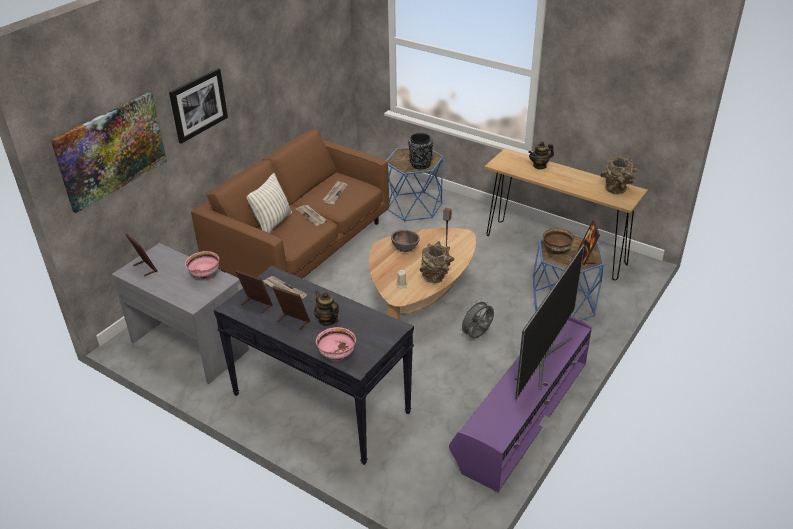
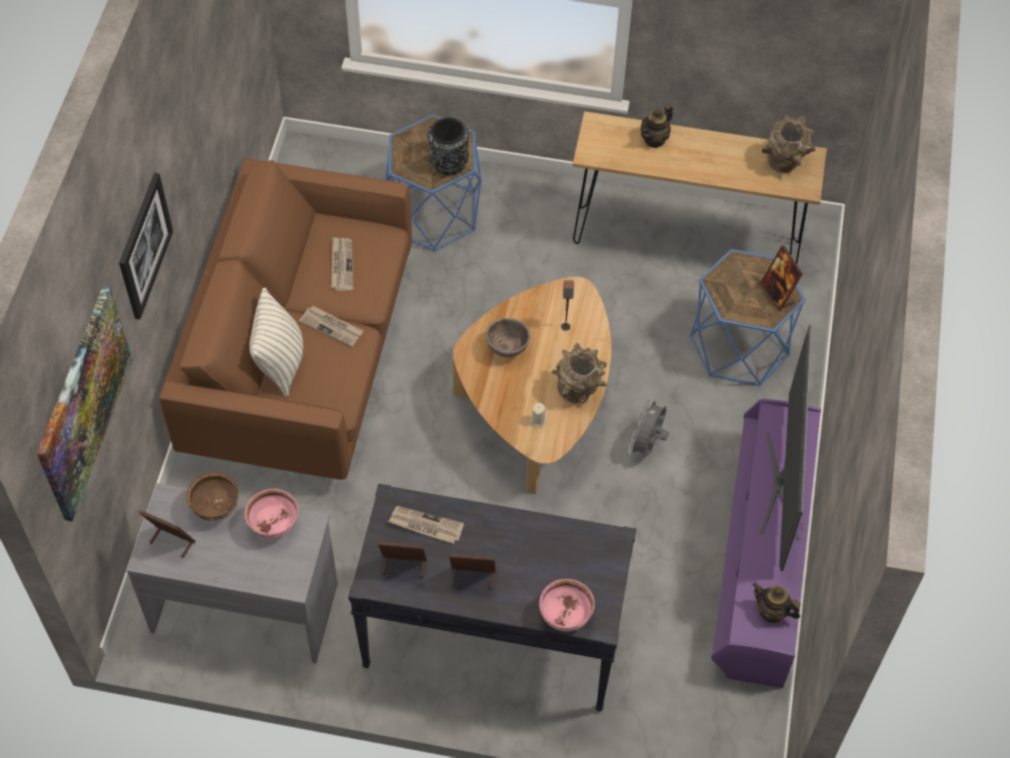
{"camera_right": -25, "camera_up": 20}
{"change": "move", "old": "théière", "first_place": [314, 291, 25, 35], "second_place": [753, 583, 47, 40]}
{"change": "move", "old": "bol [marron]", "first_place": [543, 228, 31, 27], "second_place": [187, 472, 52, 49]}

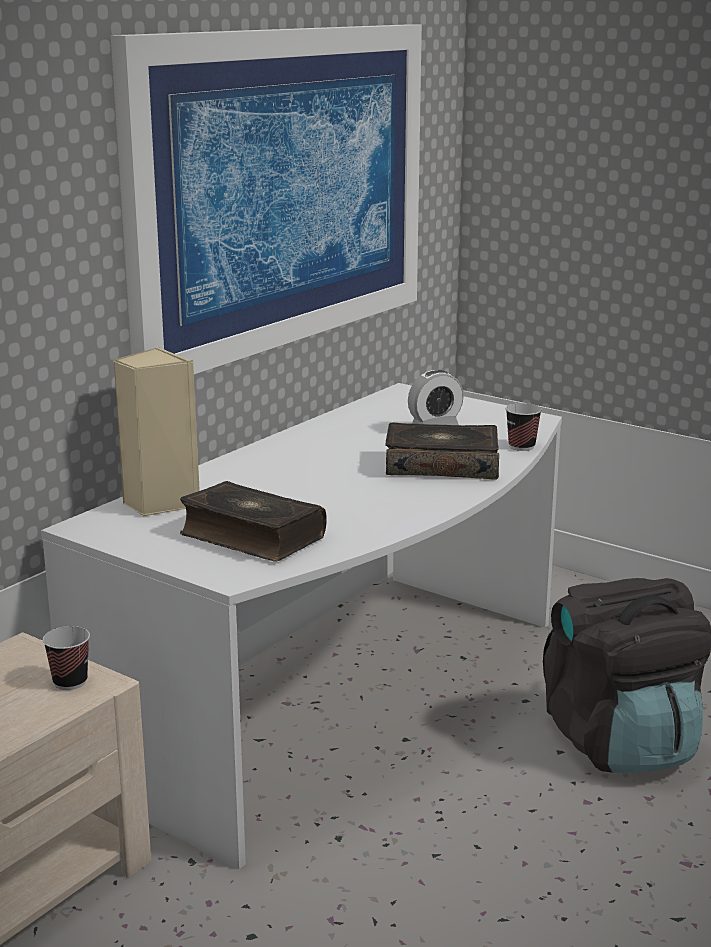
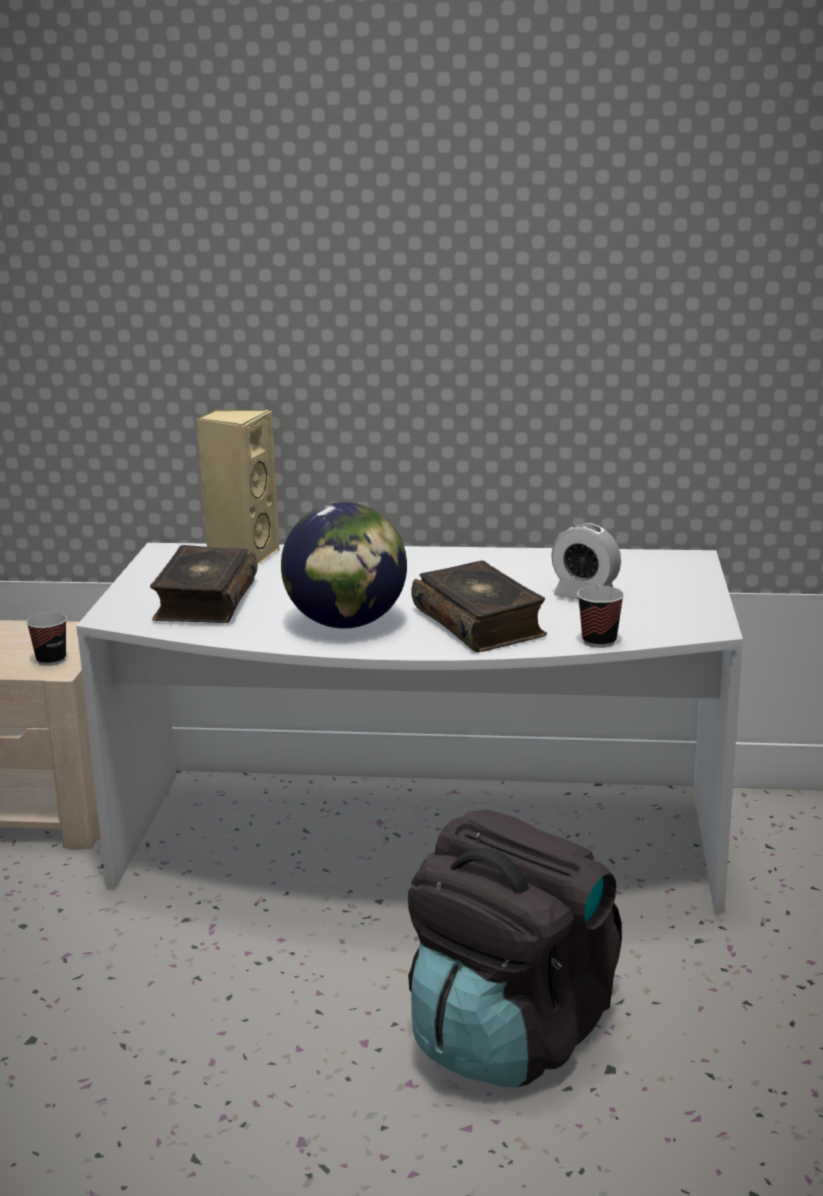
{"camera_right": 60, "camera_up": 0}
{"change": "delete", "old": "tableau", "first_place": [111, 24, 311, 350]}
{"change": "insert", "new": "globe", "second_place": [281, 502, 126, 127]}

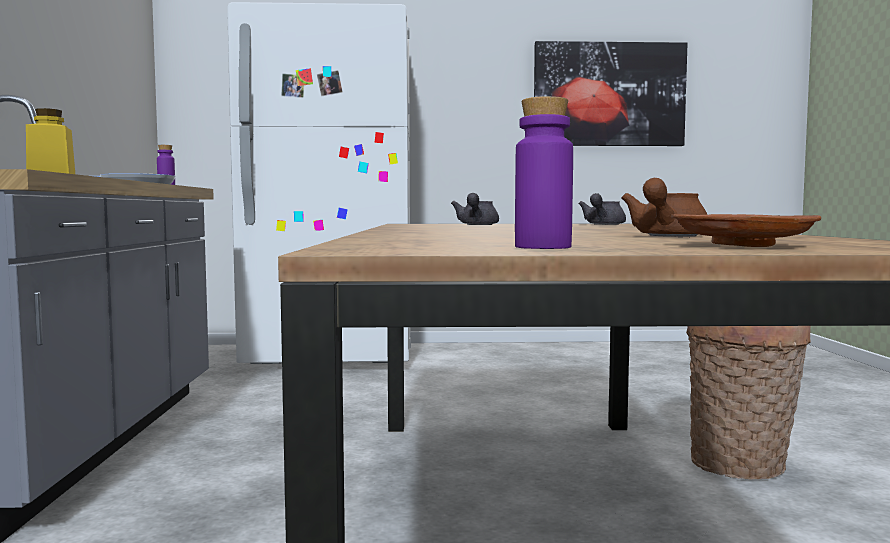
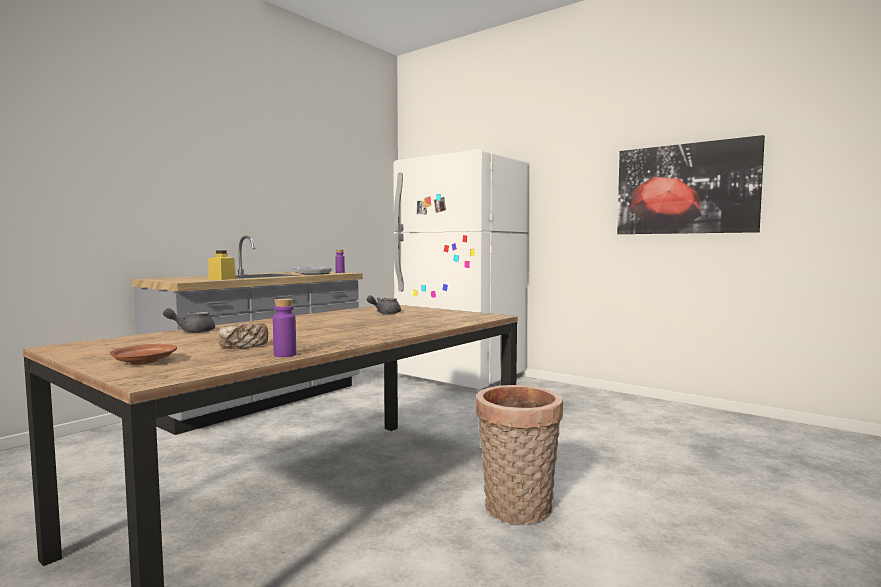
{"camera_right": 40, "camera_up": 0}
{"change": "move", "old": "bouteille [violet]", "first_place": [515, 96, 58, 153], "second_place": [273, 299, 23, 58]}
{"change": "move", "old": "théière [gris]", "first_place": [578, 193, 48, 32], "second_place": [163, 308, 52, 25]}
{"change": "replace", "old": "théière [marron]", "new": "pain", "first_place": [621, 178, 87, 59], "second_place": [218, 323, 50, 26]}

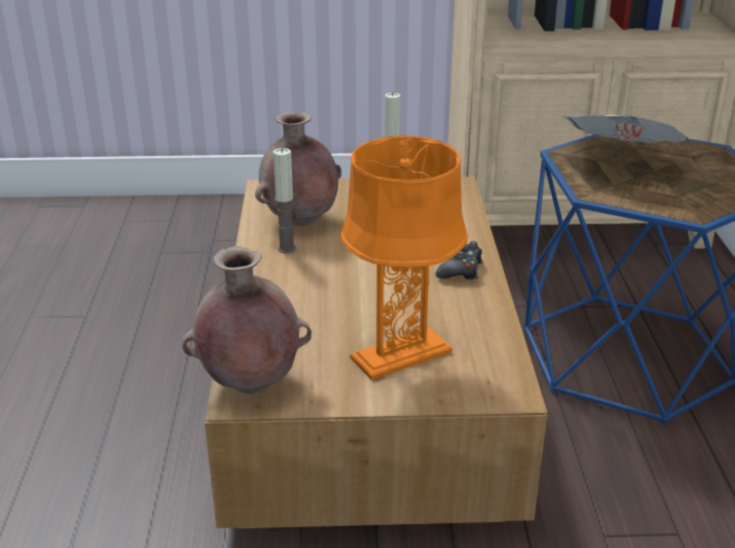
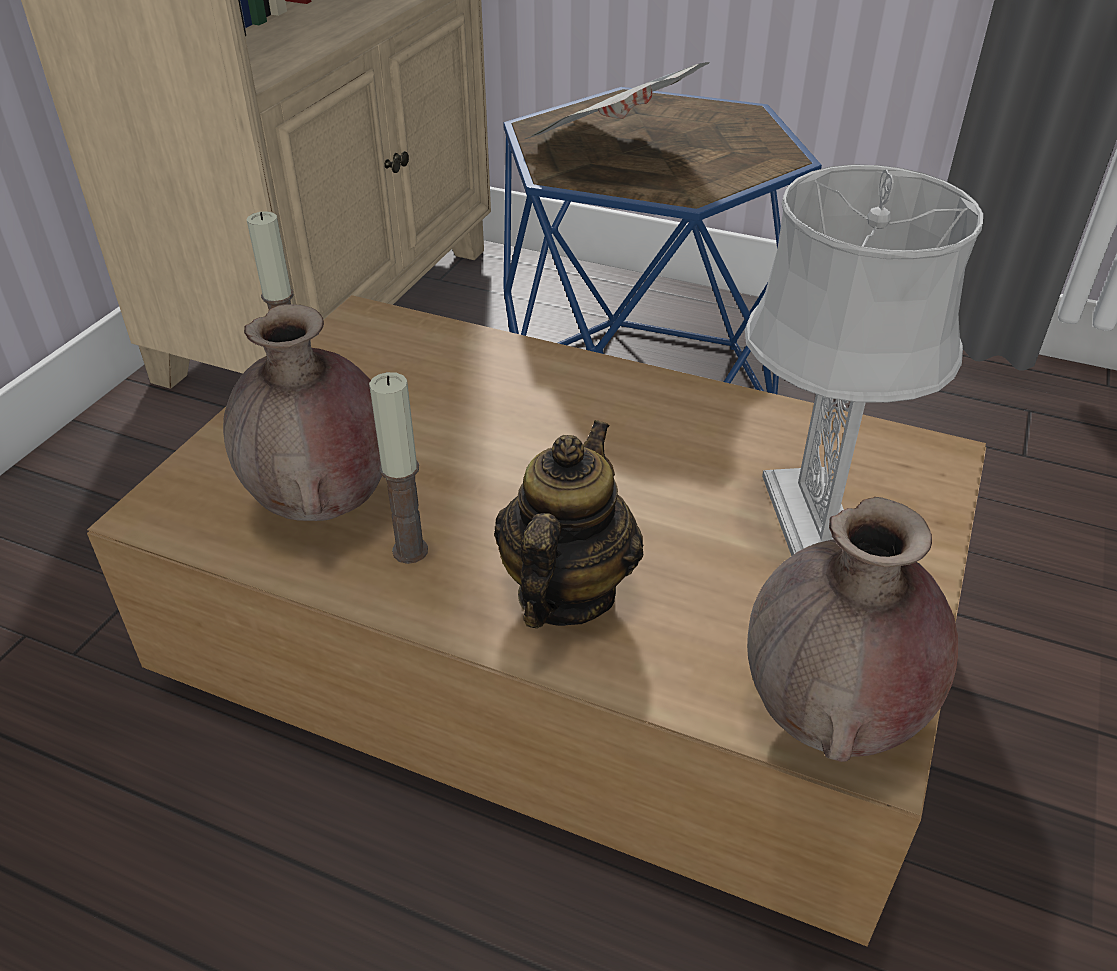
{"camera_right": -65, "camera_up": 10}
{"change": "recolor", "old": "lampe de table [orange]", "new": "lampe de table [gris]", "first_place": [340, 136, 128, 244], "second_place": [745, 164, 238, 392]}
{"change": "delete", "old": "manette [noir]", "first_place": [436, 241, 47, 39]}
{"change": "insert", "new": "théière", "second_place": [494, 420, 150, 208]}

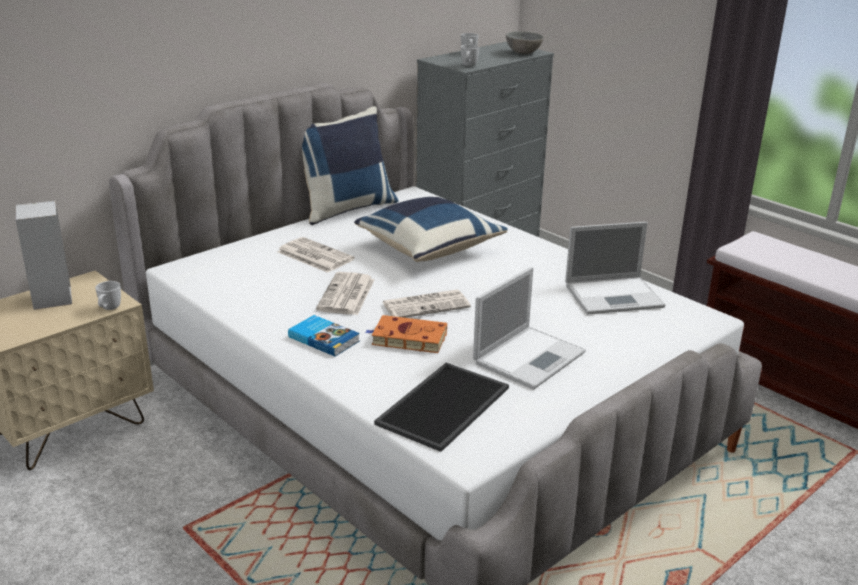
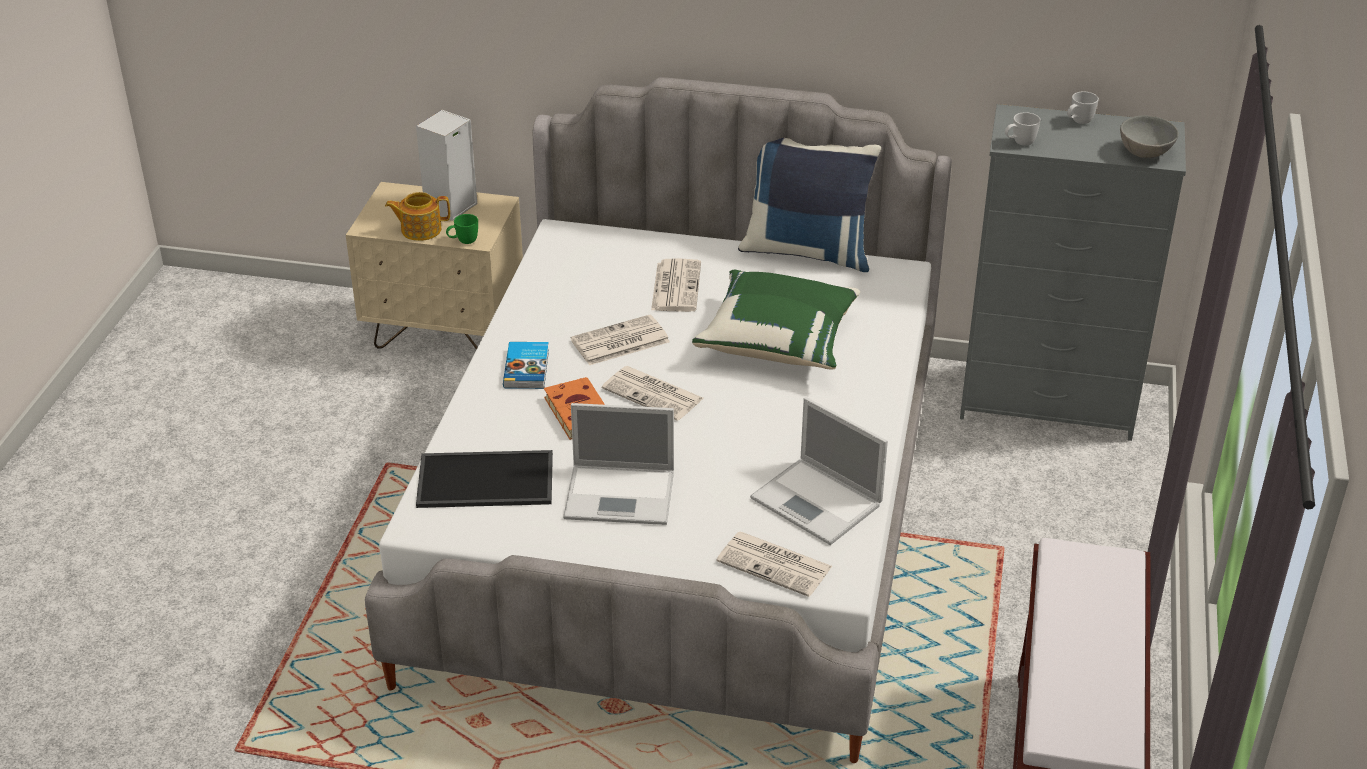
{"camera_right": 55, "camera_up": 10}
{"change": "recolor", "old": "mug [blanc]", "new": "mug [vert]", "first_place": [95, 281, 26, 29], "second_place": [446, 214, 32, 30]}
{"change": "recolor", "old": "coussin [bleu]", "new": "coussin [vert]", "first_place": [354, 196, 154, 66], "second_place": [692, 270, 168, 100]}
{"change": "insert", "new": "théière", "second_place": [385, 192, 65, 49]}
{"change": "insert", "new": "journal", "second_place": [716, 531, 116, 66]}

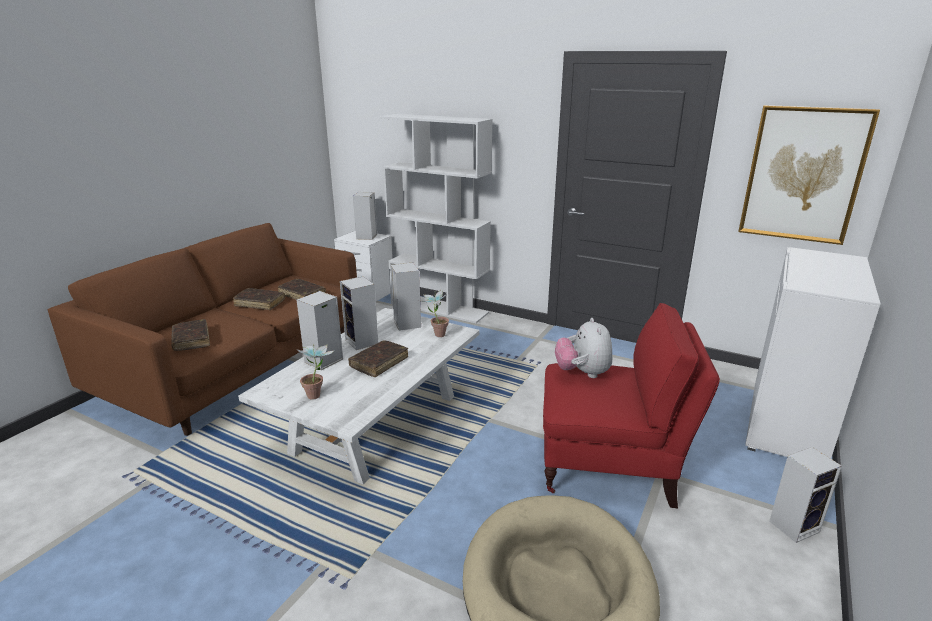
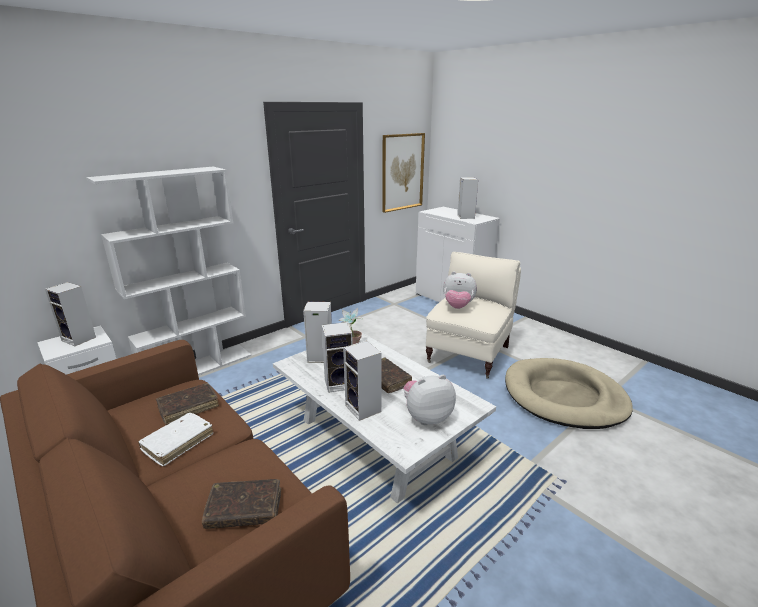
{"camera_right": -70, "camera_up": 0}
{"change": "recolor", "old": "livre [marron]", "new": "livre [blanc]", "first_place": [233, 288, 52, 22], "second_place": [138, 413, 75, 53]}
{"change": "replace", "old": "plante en pot", "new": "peluche", "first_place": [298, 345, 36, 55], "second_place": [404, 375, 52, 50]}
{"change": "recolor", "old": "fauteuil [rouge]", "new": "fauteuil [beige]", "first_place": [543, 303, 177, 205], "second_place": [426, 252, 95, 127]}
{"change": "move", "old": "enceinte", "first_place": [769, 447, 73, 96], "second_place": [457, 177, 21, 42]}

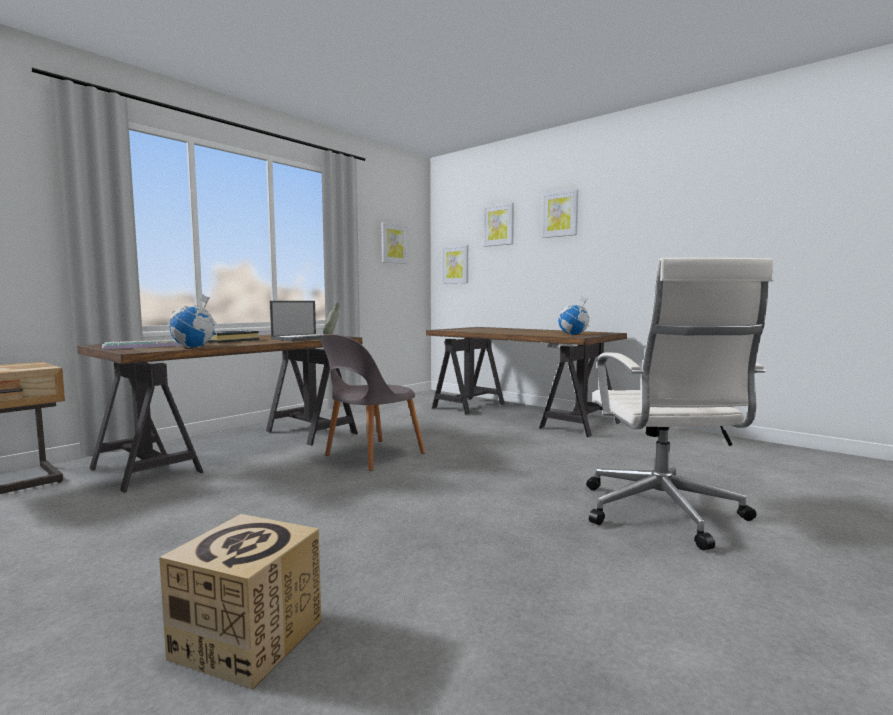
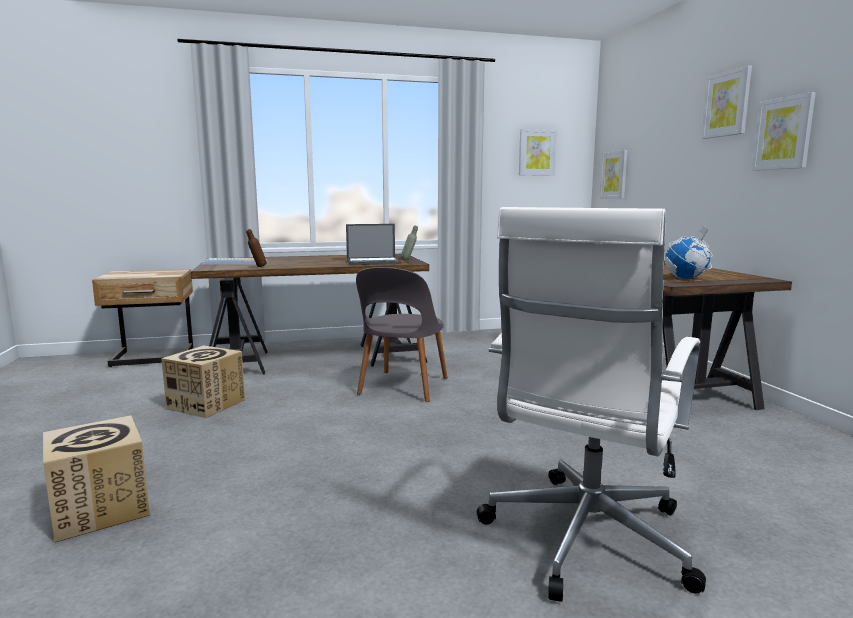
{"camera_right": 35, "camera_up": 5}
{"change": "replace", "old": "globe", "new": "bouteille [marron]", "first_place": [169, 294, 48, 54], "second_place": [246, 229, 21, 38]}
{"change": "delete", "old": "livre [noir]", "first_place": [208, 330, 52, 13]}
{"change": "rotate", "old": "chaise [gris]", "first_place": [321, 334, 104, 137], "second_place": [356, 267, 92, 135], "degrees": -60}
{"change": "move", "old": "tableau", "first_place": [483, 203, 31, 44], "second_place": [752, 92, 64, 79]}
{"change": "insert", "new": "carton", "second_place": [161, 345, 84, 73]}

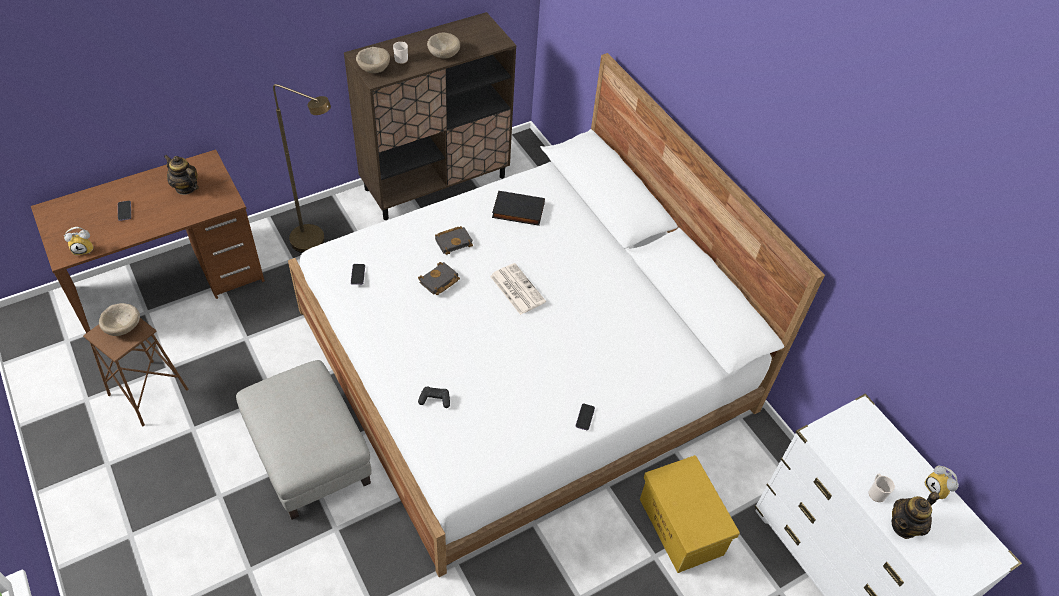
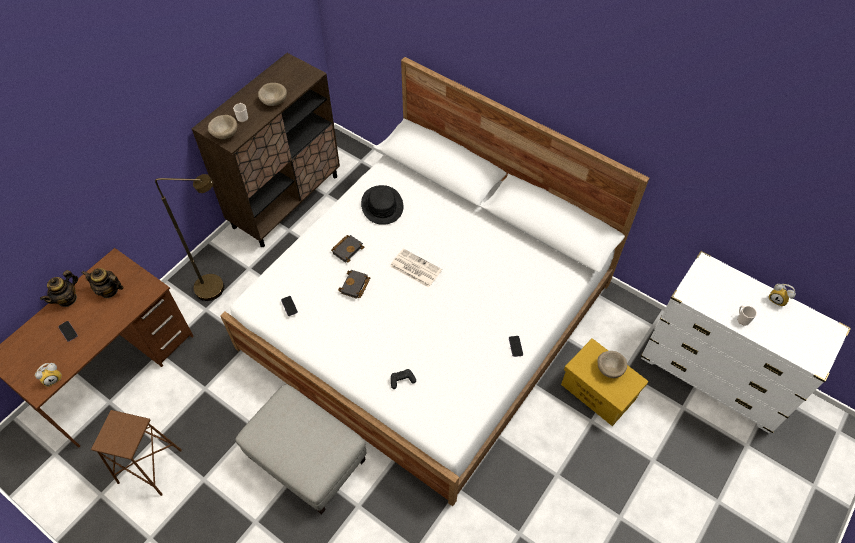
{"camera_right": -20, "camera_up": 5}
{"change": "move", "old": "bol [beige]", "first_place": [99, 303, 41, 33], "second_place": [597, 351, 30, 27]}
{"change": "replace", "old": "livre [noir]", "new": "chapeau [noir]", "first_place": [492, 191, 53, 35], "second_place": [361, 185, 42, 40]}
{"change": "move", "old": "théière", "first_place": [892, 491, 48, 48], "second_place": [40, 270, 38, 37]}

